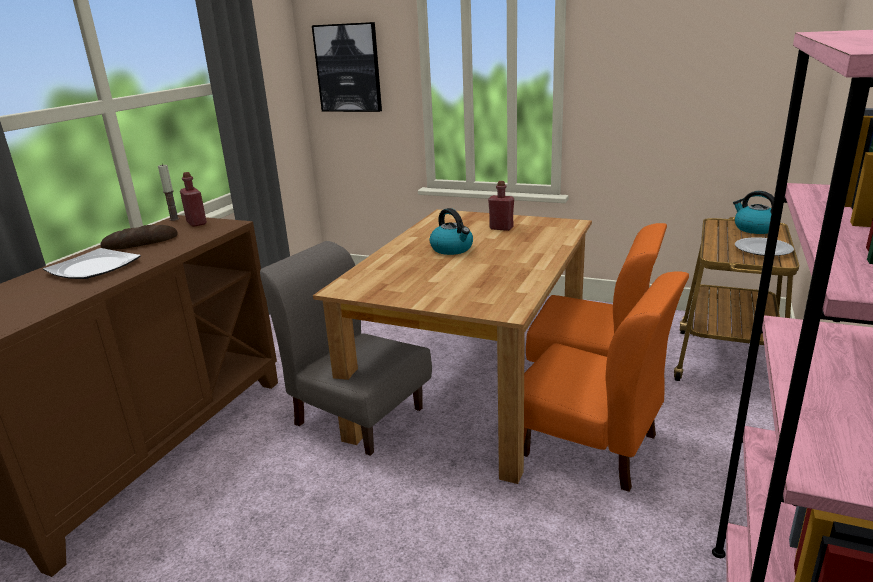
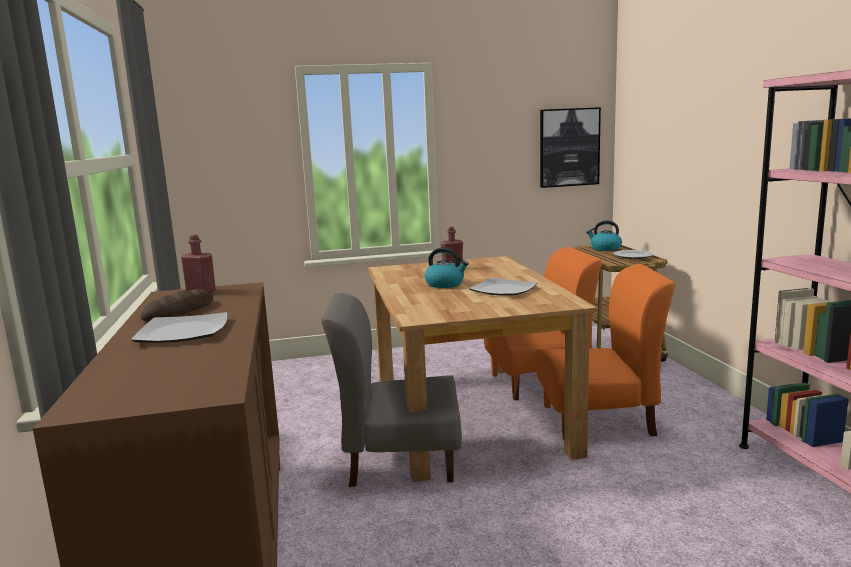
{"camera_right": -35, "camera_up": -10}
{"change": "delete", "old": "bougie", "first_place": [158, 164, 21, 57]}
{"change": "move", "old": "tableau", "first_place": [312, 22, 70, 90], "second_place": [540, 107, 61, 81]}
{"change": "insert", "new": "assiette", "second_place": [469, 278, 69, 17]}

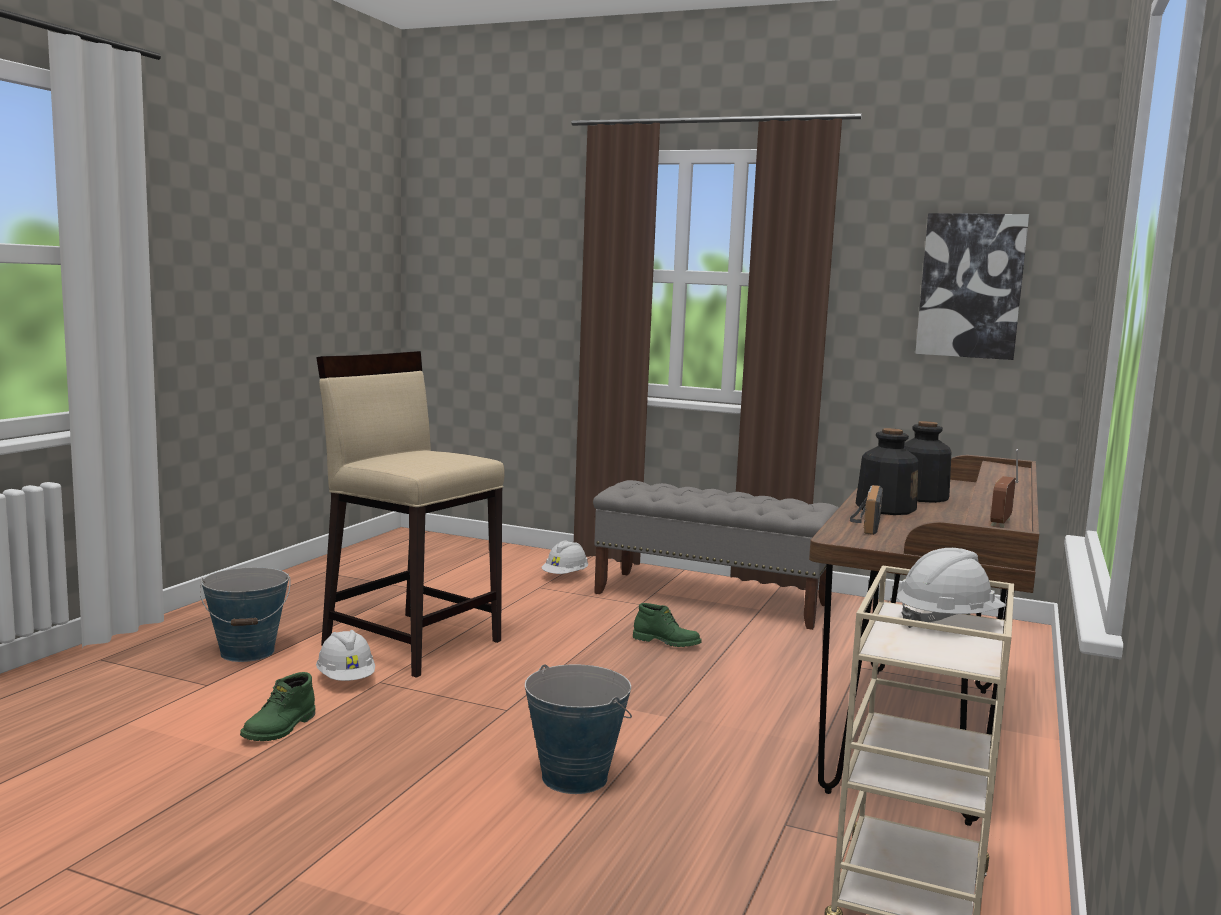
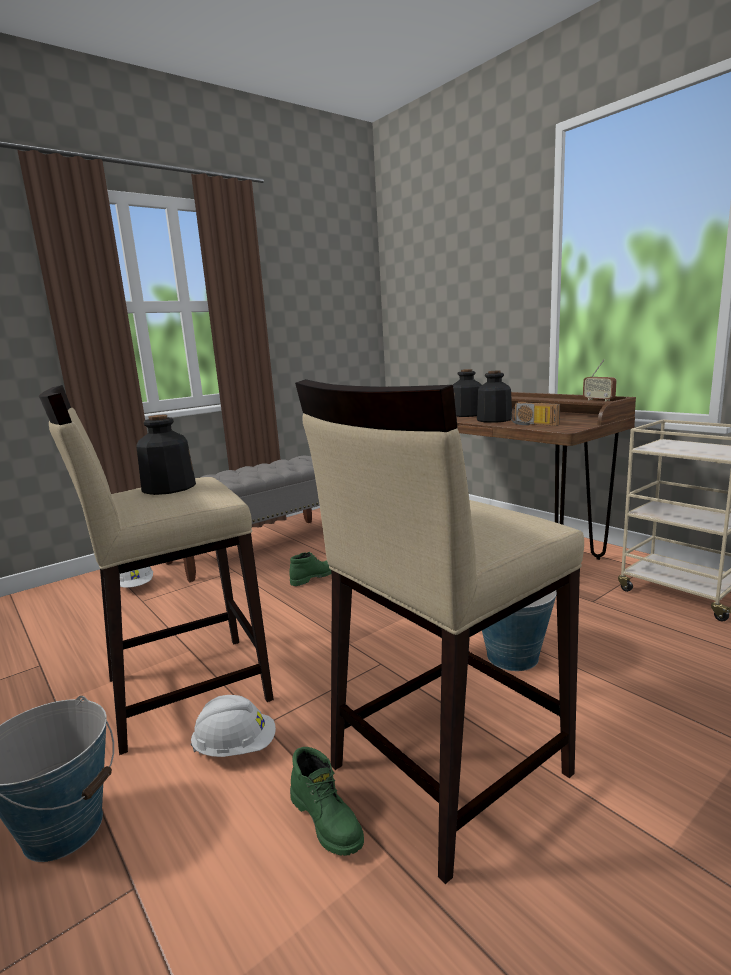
{"camera_right": -60, "camera_up": 5}
{"change": "delete", "old": "casque de chantier [blanc]", "first_place": [897, 548, 109, 80]}
{"change": "delete", "old": "tableau", "first_place": [915, 213, 114, 147]}
{"change": "insert", "new": "bouteille", "second_place": [137, 415, 59, 80]}
{"change": "insert", "new": "tabouret [beige]", "second_place": [295, 379, 289, 505]}

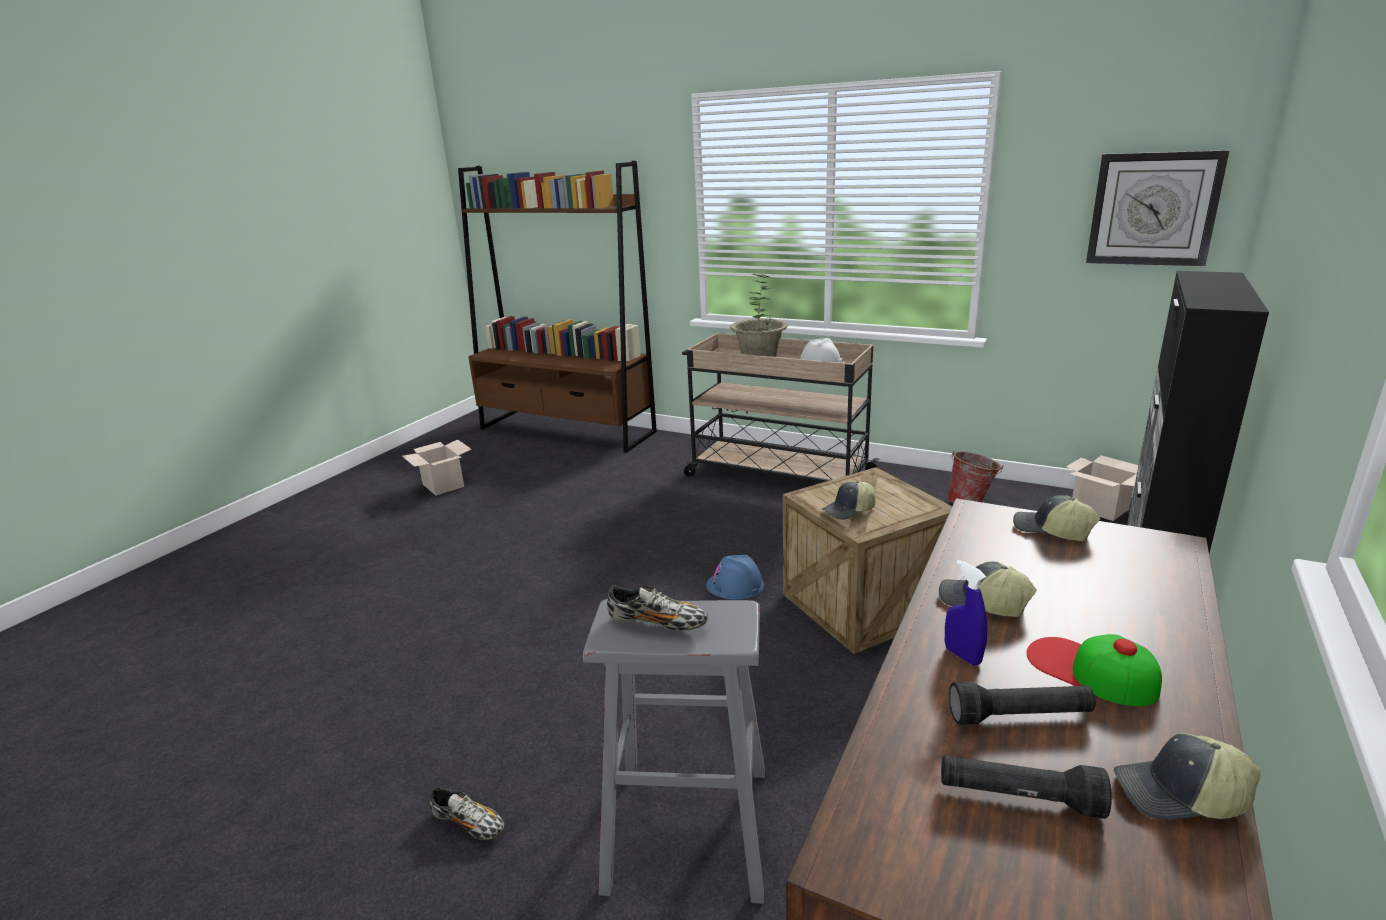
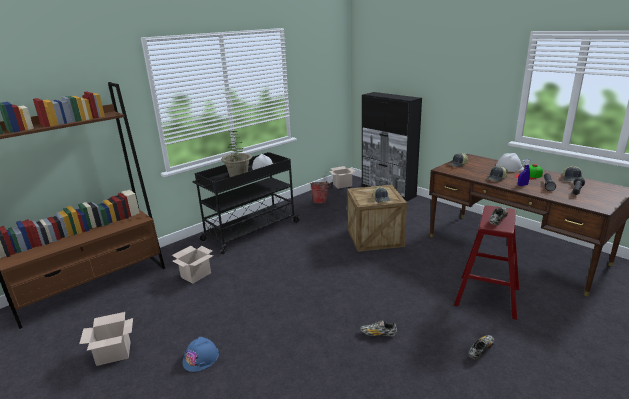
{"camera_right": -70, "camera_up": 0}
{"change": "recolor", "old": "tabouret [gris]", "new": "tabouret [rouge]", "first_place": [583, 599, 182, 305], "second_place": [454, 205, 65, 115]}
{"change": "recolor", "old": "chariot [beige]", "new": "chariot [noir]", "first_place": [682, 333, 198, 149], "second_place": [192, 152, 108, 102]}
{"change": "move", "old": "casque de chantier [bleu]", "first_place": [706, 555, 58, 45], "second_place": [182, 337, 37, 35]}
{"change": "delete", "old": "horloge murale", "first_place": [1086, 150, 143, 116]}
{"change": "insert", "new": "carton", "second_place": [172, 246, 41, 38]}
{"change": "insert", "new": "chaussure", "second_place": [360, 320, 37, 16]}
{"change": "insert", "new": "casque de chantier [blanc]", "second_place": [496, 153, 28, 19]}

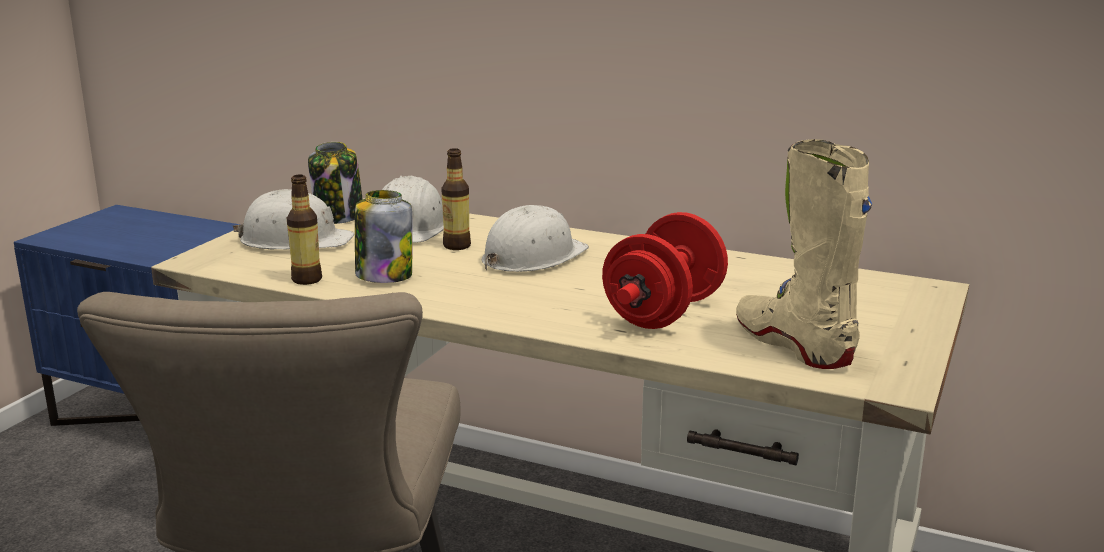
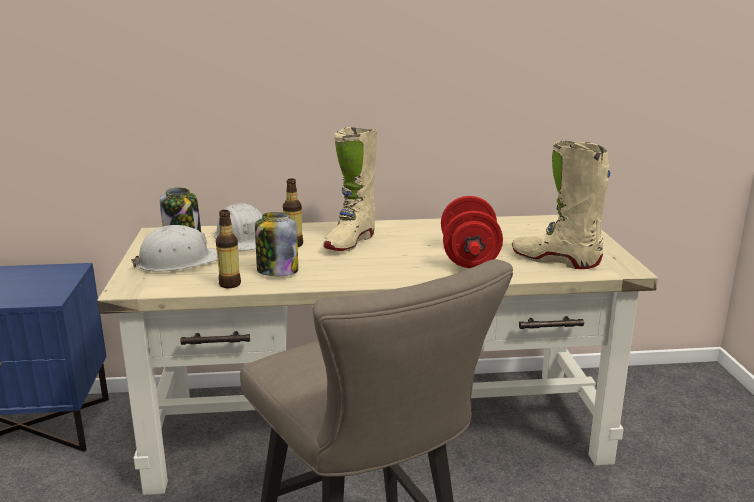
{"camera_right": -30, "camera_up": 0}
{"change": "replace", "old": "casque de chantier [blanc]", "new": "botte [beige]", "first_place": [482, 205, 107, 67], "second_place": [323, 127, 54, 124]}

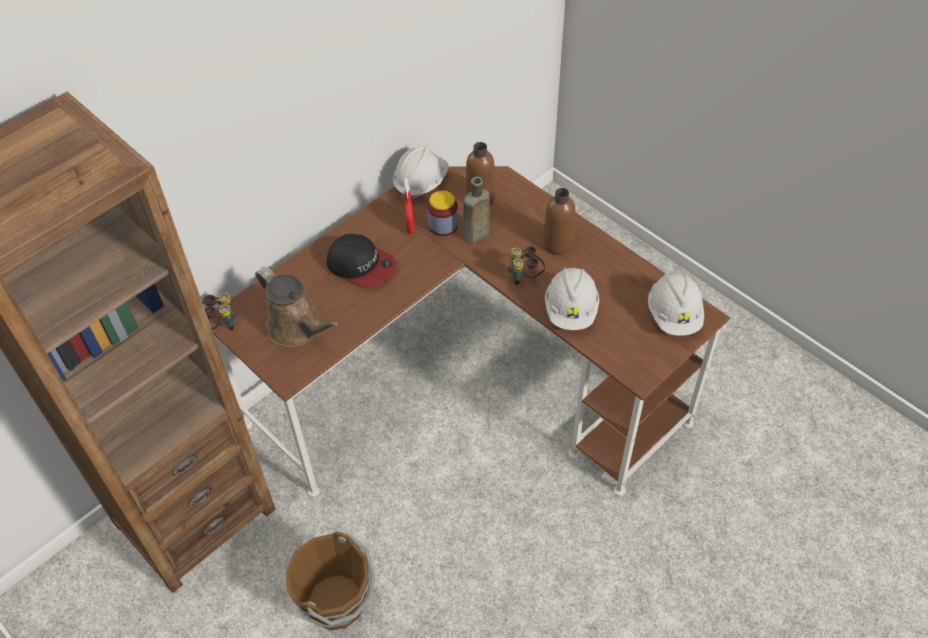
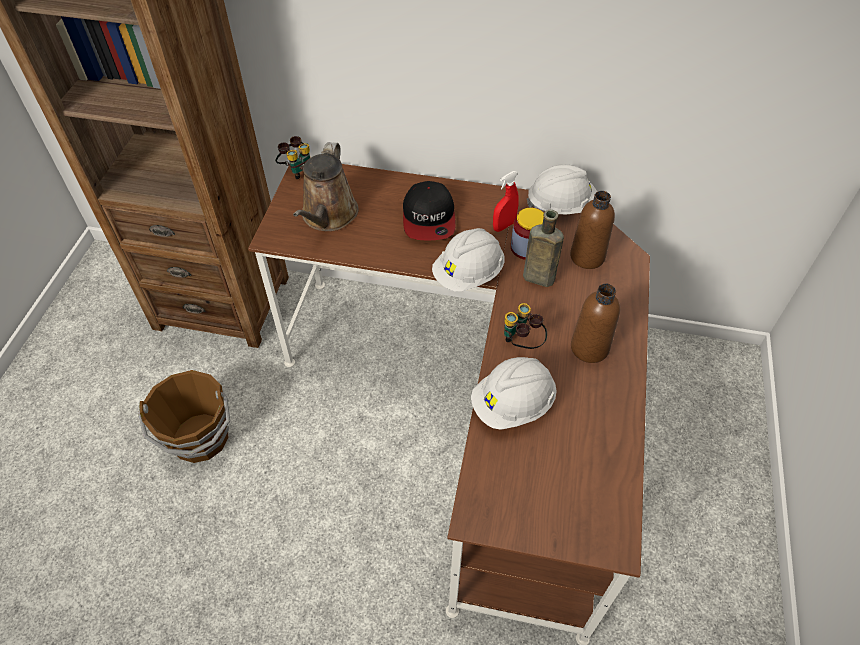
{"camera_right": 55, "camera_up": 0}
{"change": "move", "old": "casque de chantier [blanc]", "first_place": [648, 272, 56, 64], "second_place": [432, 228, 73, 64]}

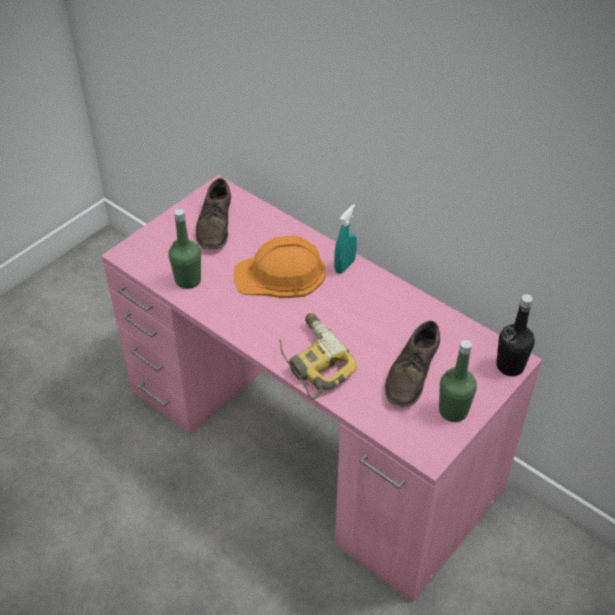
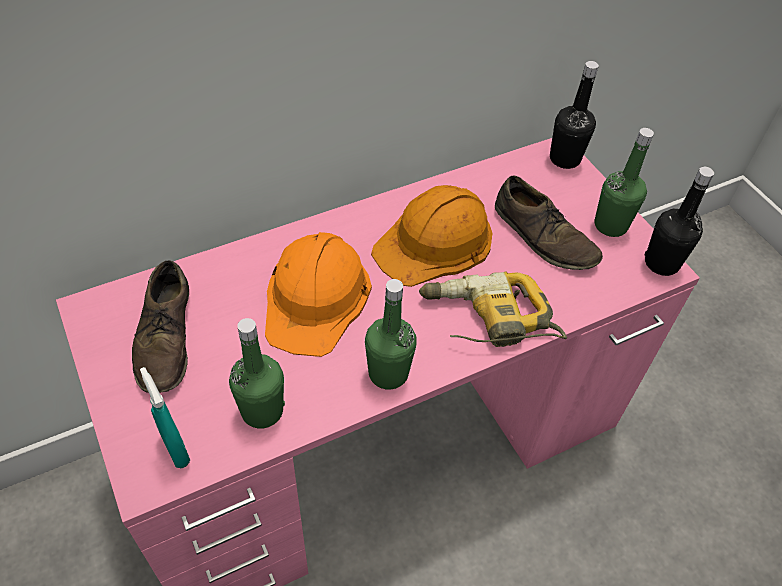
{"camera_right": -70, "camera_up": 5}
{"change": "rotate", "old": "chaussure [marron]", "first_place": [196, 178, 35, 71], "second_place": [132, 260, 57, 133], "degrees": 60}
{"change": "move", "old": "vaporisateur [turquoise]", "first_place": [334, 204, 23, 70], "second_place": [140, 367, 50, 101]}
{"change": "insert", "new": "bouteille [vert]", "second_place": [365, 279, 52, 111]}
{"change": "insert", "new": "casque de chantier [orange]", "second_place": [371, 185, 122, 102]}
{"change": "insert", "new": "bouteille [noir]", "second_place": [645, 167, 69, 109]}

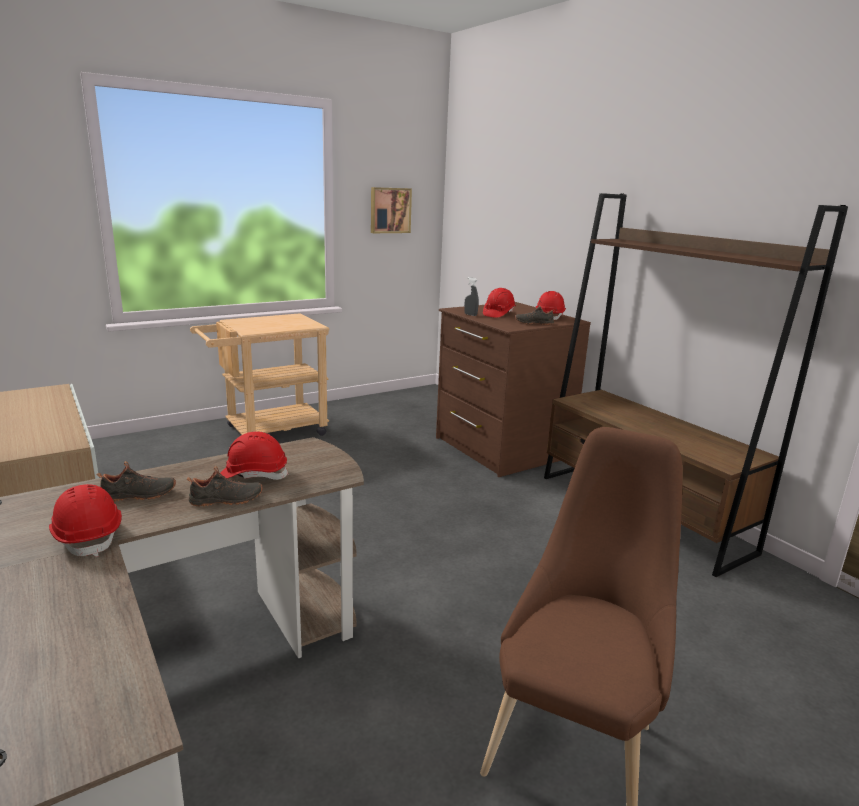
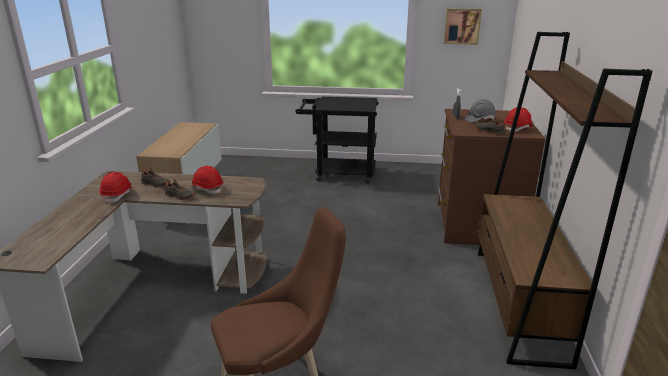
{"camera_right": 40, "camera_up": 5}
{"change": "recolor", "old": "chariot [beige]", "new": "chariot [noir]", "first_place": [190, 313, 139, 123], "second_place": [295, 97, 83, 87]}
{"change": "recolor", "old": "casque de chantier [rouge]", "new": "casque de chantier [gris]", "first_place": [483, 288, 33, 30], "second_place": [465, 99, 31, 23]}

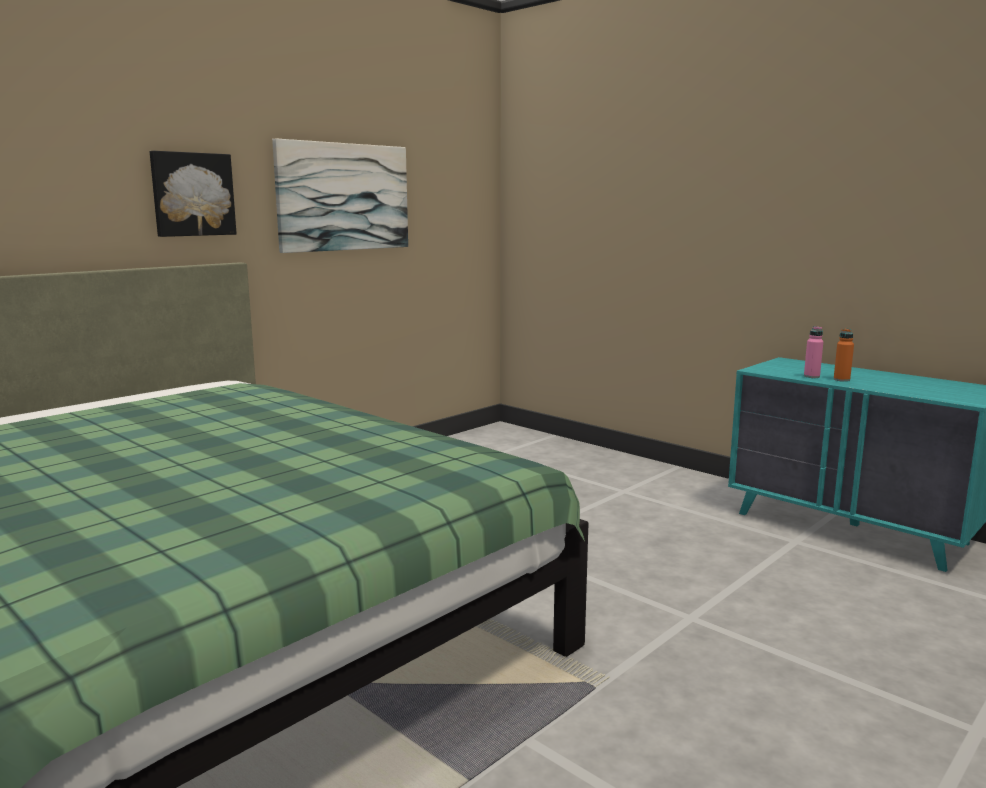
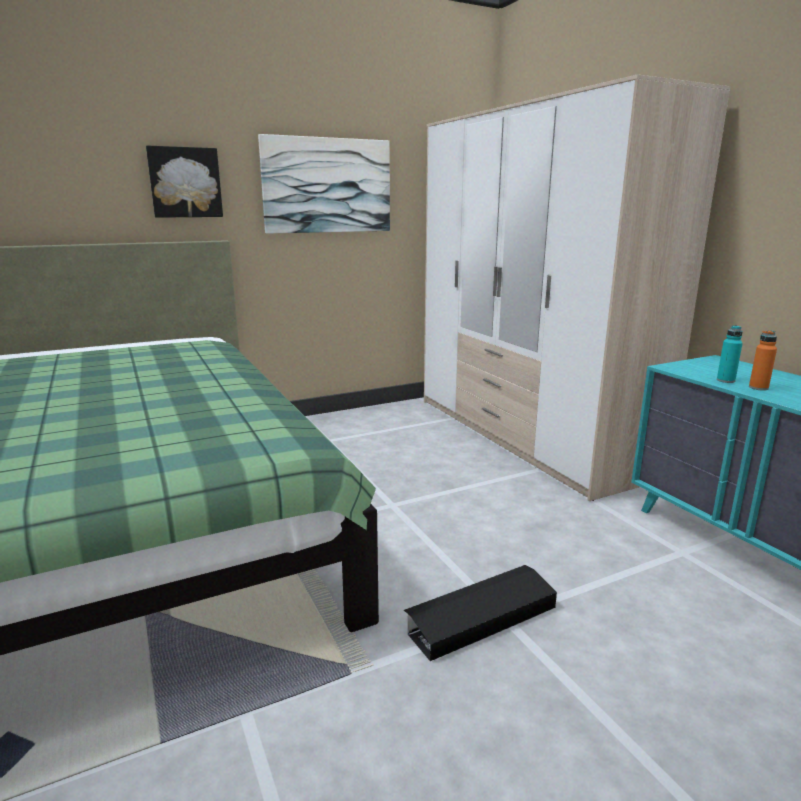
{"camera_right": 20, "camera_up": 5}
{"change": "recolor", "old": "bouteille [rose]", "new": "bouteille [turquoise]", "first_place": [804, 326, 19, 52], "second_place": [717, 325, 26, 58]}
{"change": "insert", "new": "boîte de rangement [noir]", "second_place": [404, 565, 153, 97]}
{"change": "insert", "new": "armoire", "second_place": [424, 74, 306, 427]}

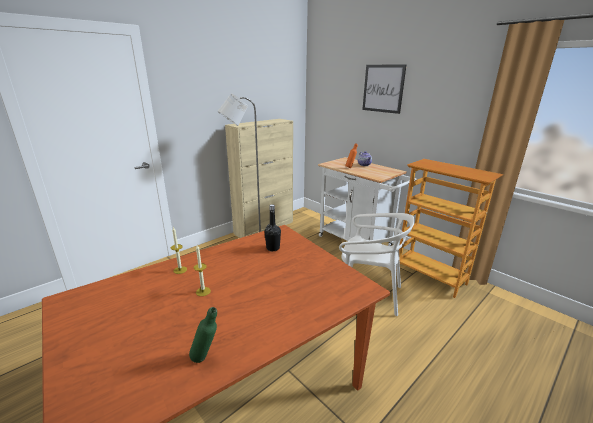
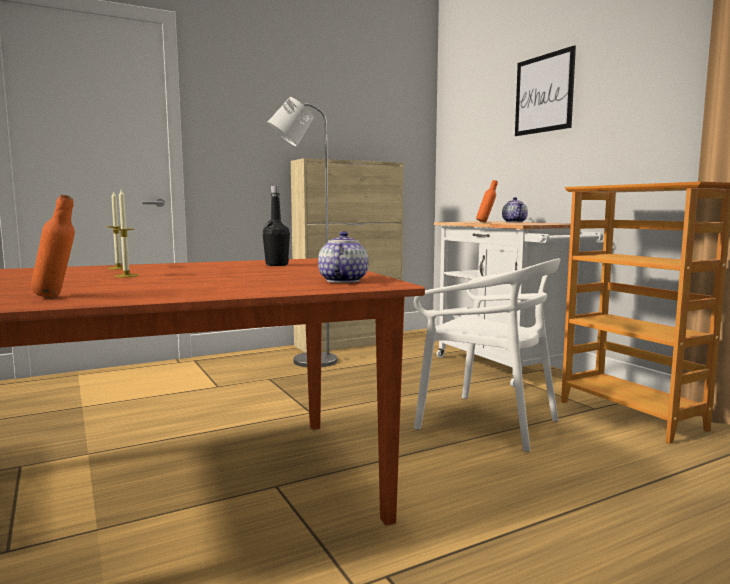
{"camera_right": 15, "camera_up": -15}
{"change": "recolor", "old": "bouteille [vert]", "new": "bouteille [orange]", "first_place": [189, 307, 28, 56], "second_place": [31, 195, 44, 103]}
{"change": "insert", "new": "théière", "second_place": [318, 231, 51, 52]}

